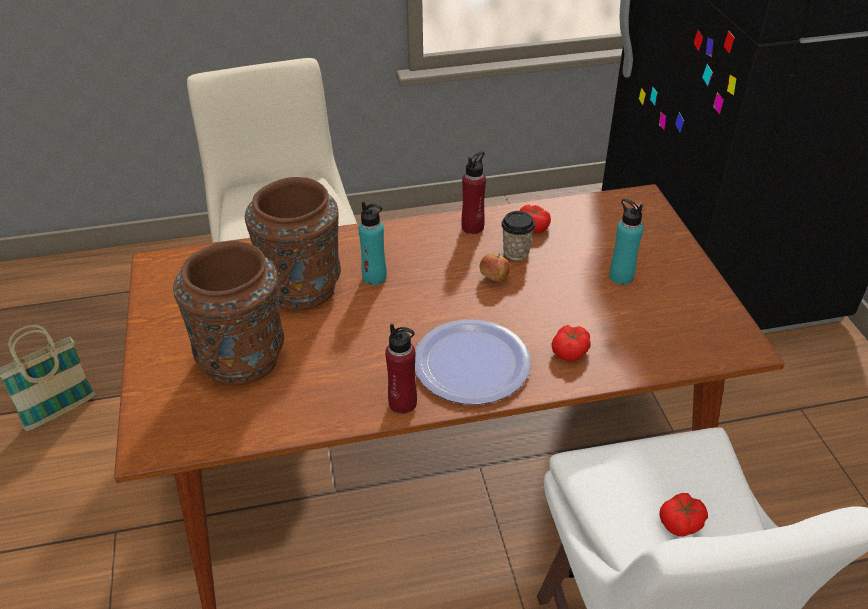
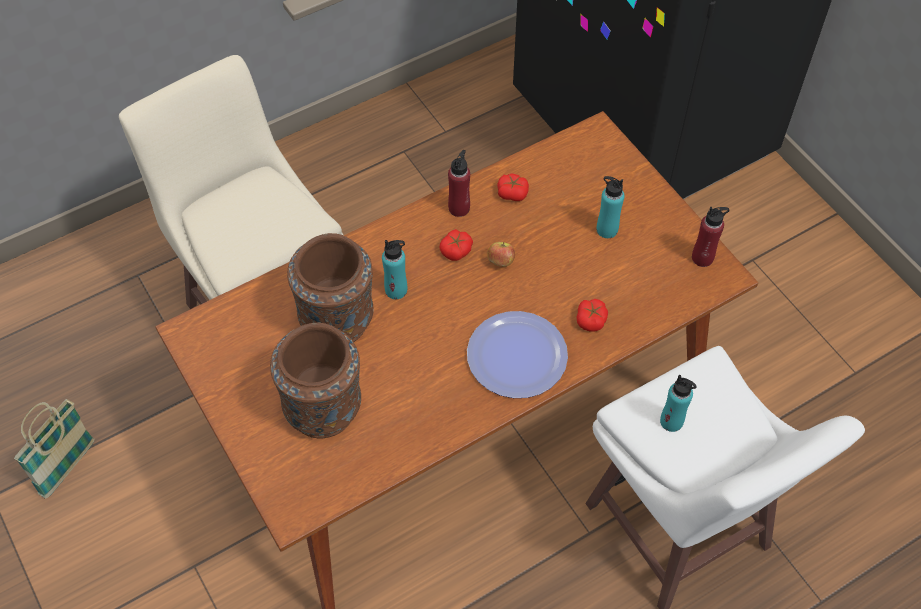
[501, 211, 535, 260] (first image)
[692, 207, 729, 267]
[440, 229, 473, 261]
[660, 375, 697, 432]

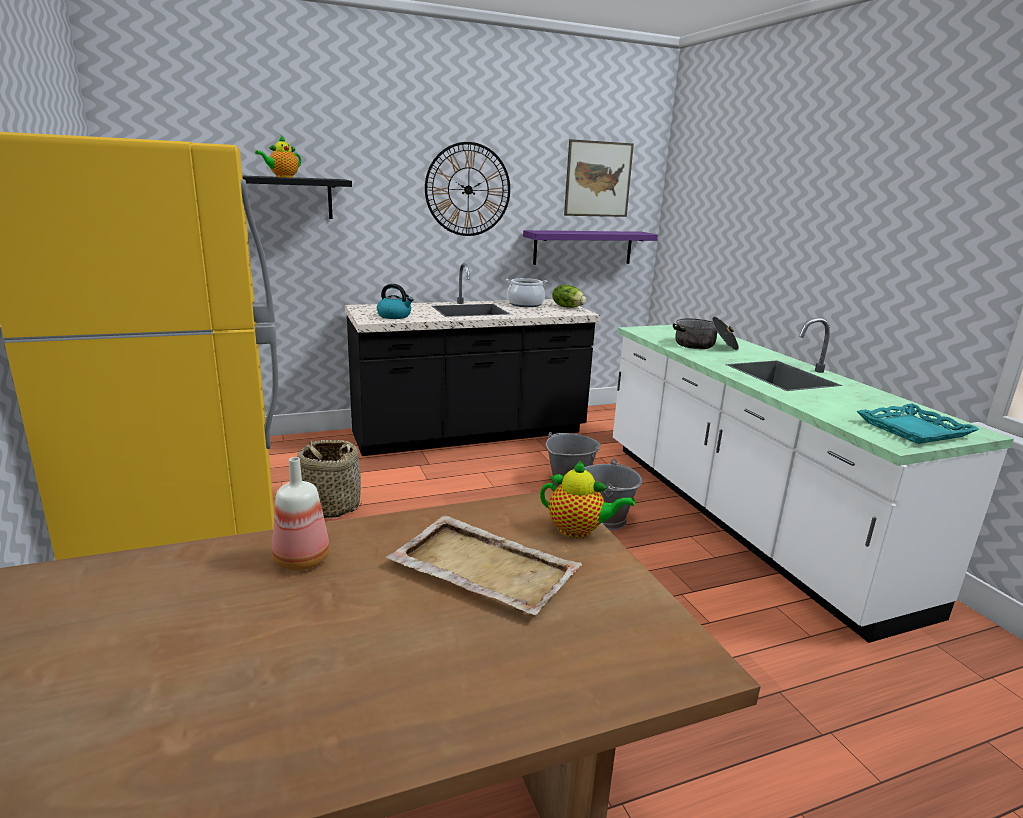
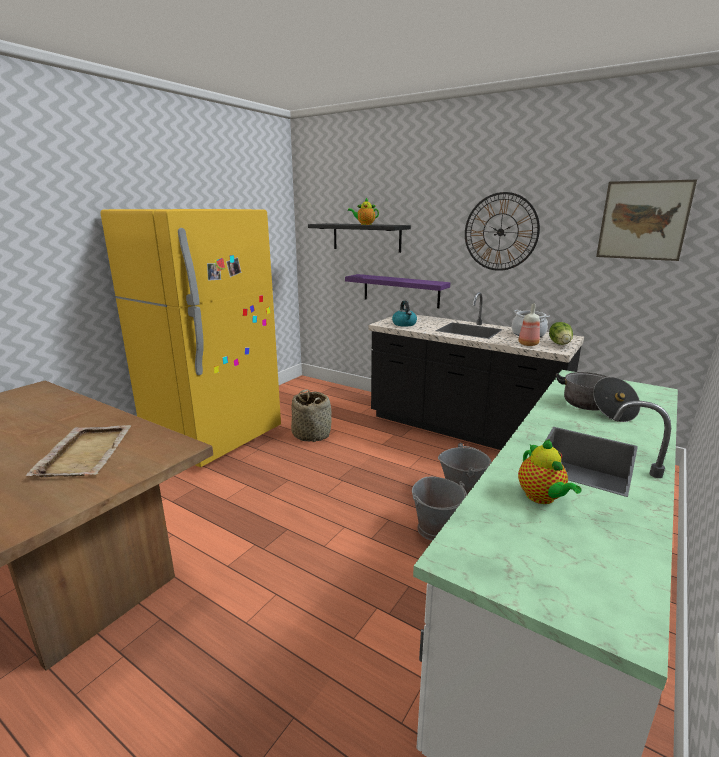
[345, 274, 450, 308]
[857, 404, 979, 444] (first image)
[518, 304, 540, 346]
[518, 439, 582, 504]

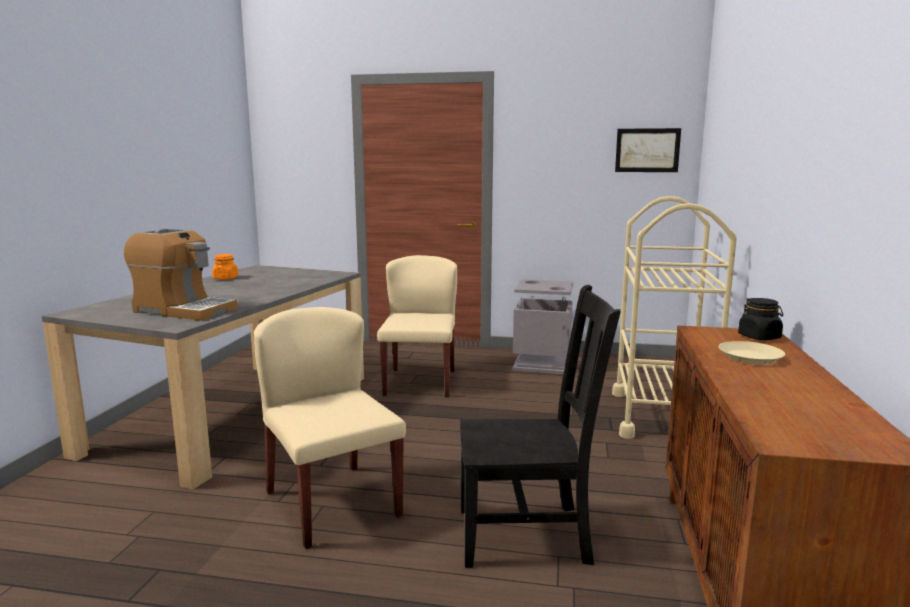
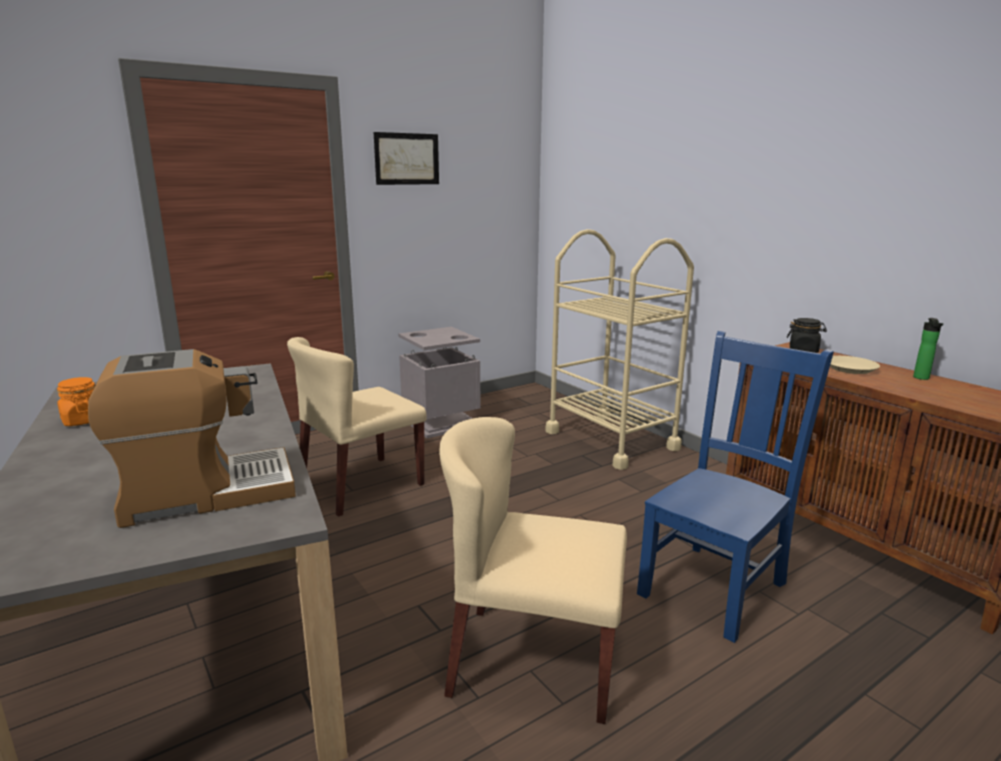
[374, 132, 439, 185]
[287, 337, 427, 517]
[637, 331, 834, 643]
[913, 318, 944, 380]

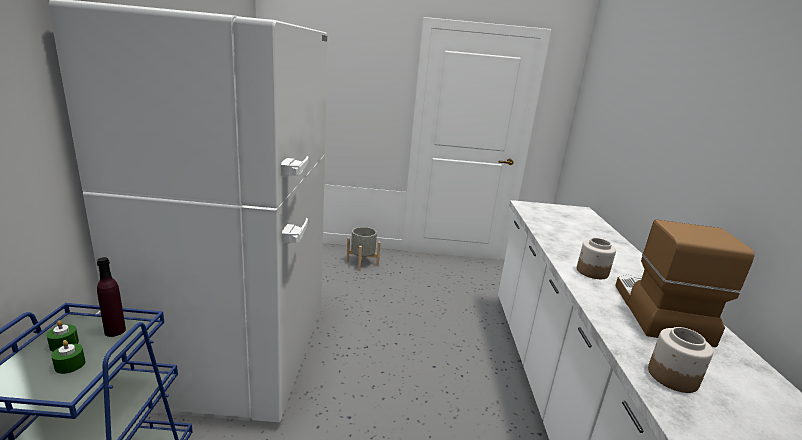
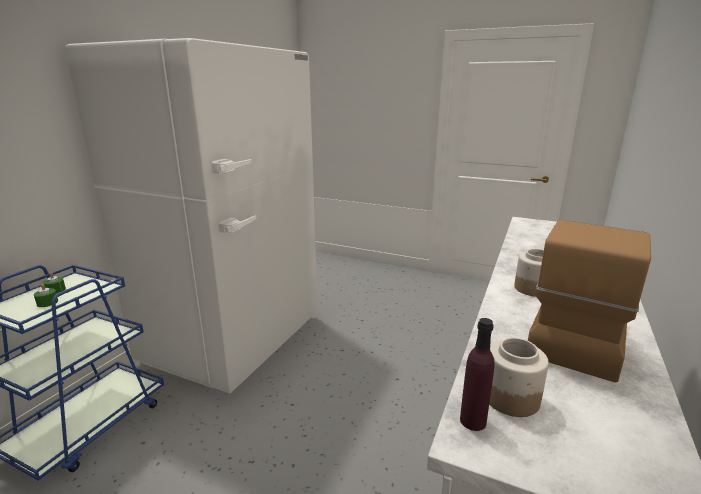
[346, 227, 381, 271] (first image)
[460, 318, 495, 431]

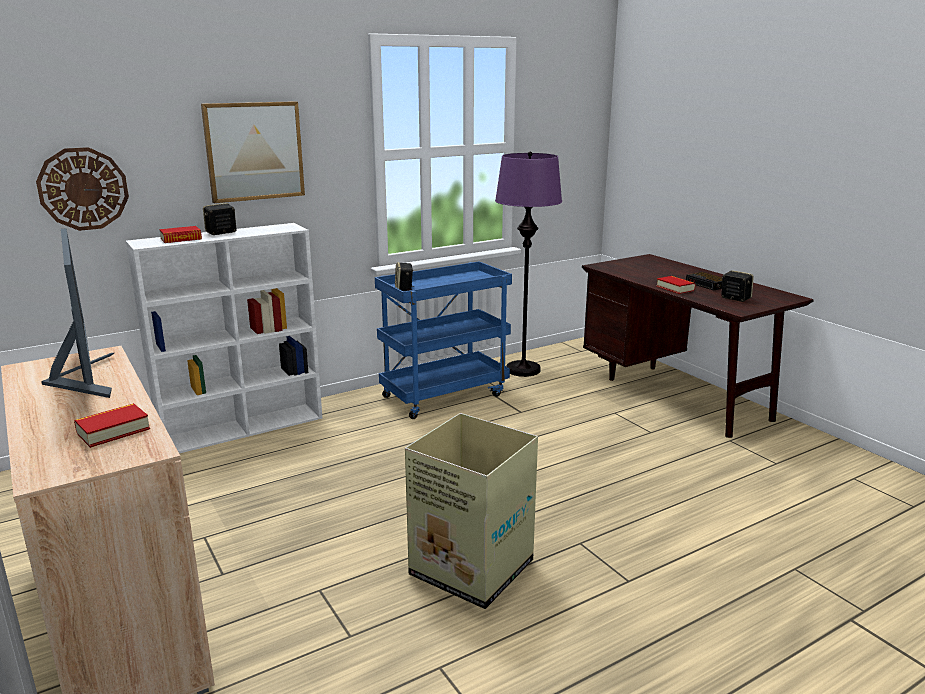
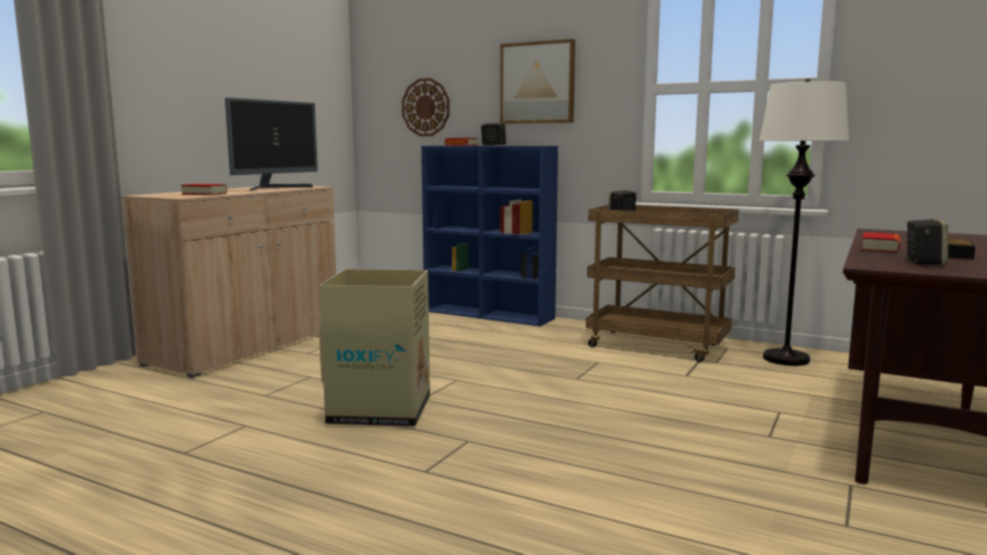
[759, 79, 849, 366]
[421, 146, 558, 327]
[586, 205, 739, 362]

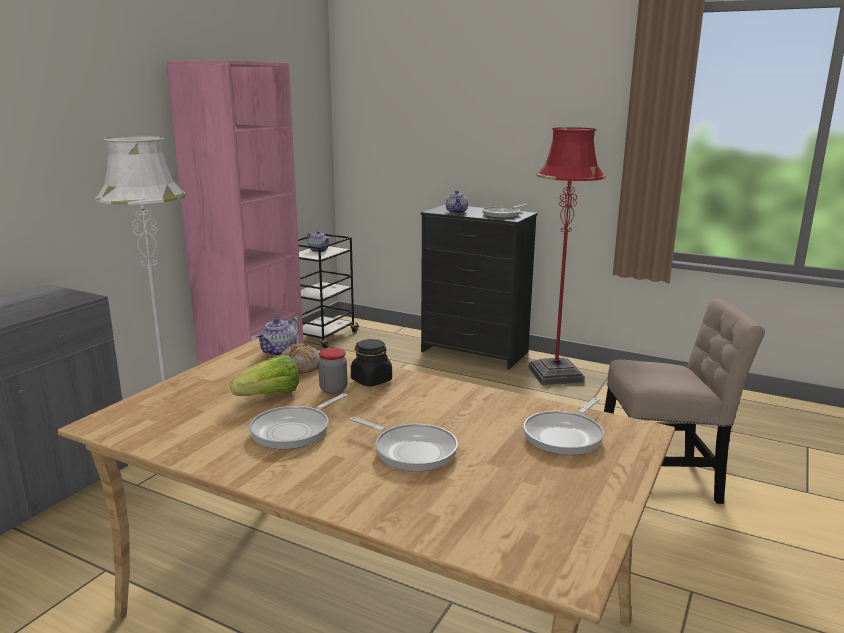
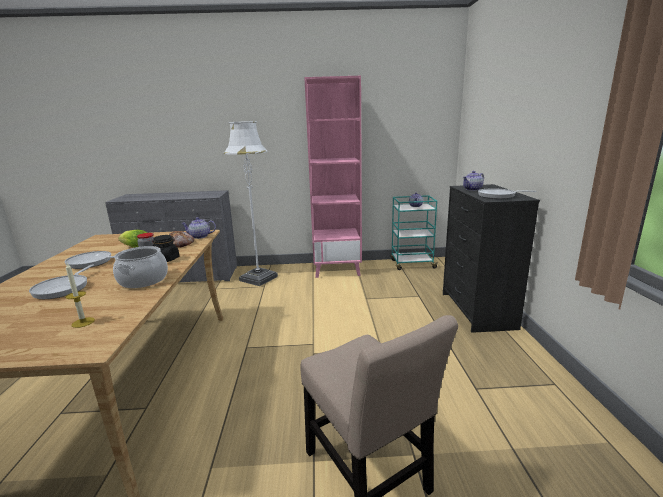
[528, 127, 605, 385] (first image)
[391, 195, 439, 270]
[65, 263, 95, 328]
[113, 246, 168, 288]

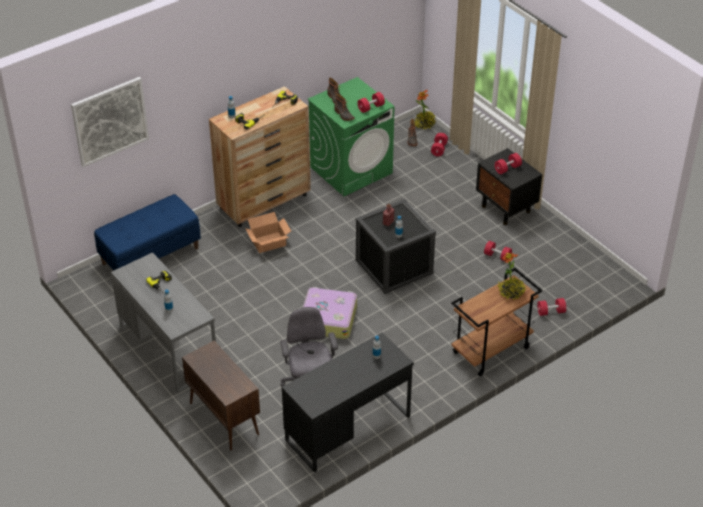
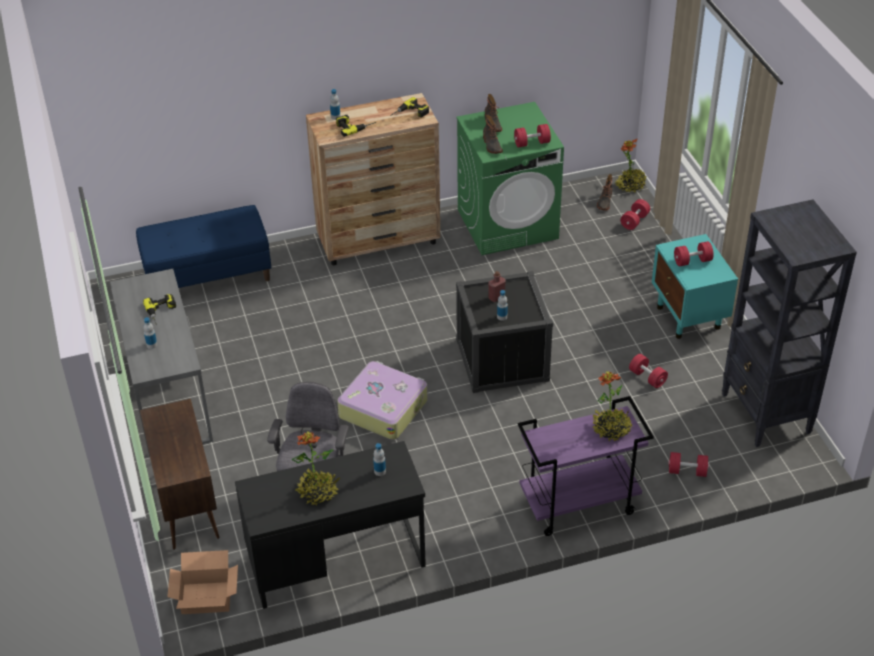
[71, 77, 149, 167] (first image)
[652, 234, 738, 339]
[167, 550, 238, 614]
[518, 396, 654, 536]
[722, 199, 857, 447]
[292, 432, 340, 505]

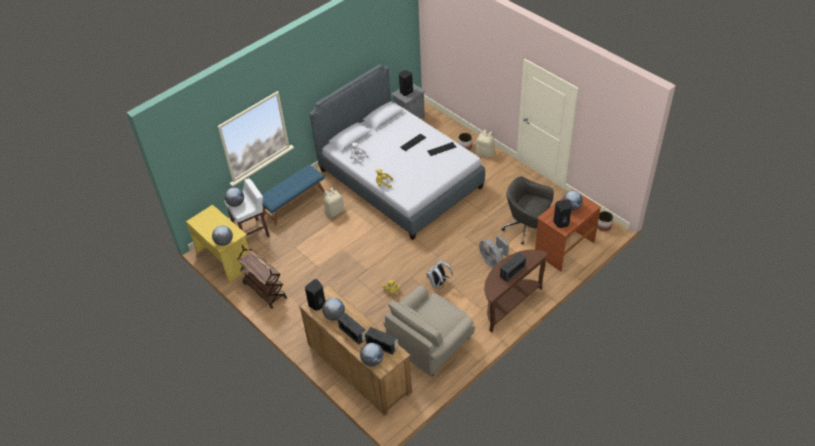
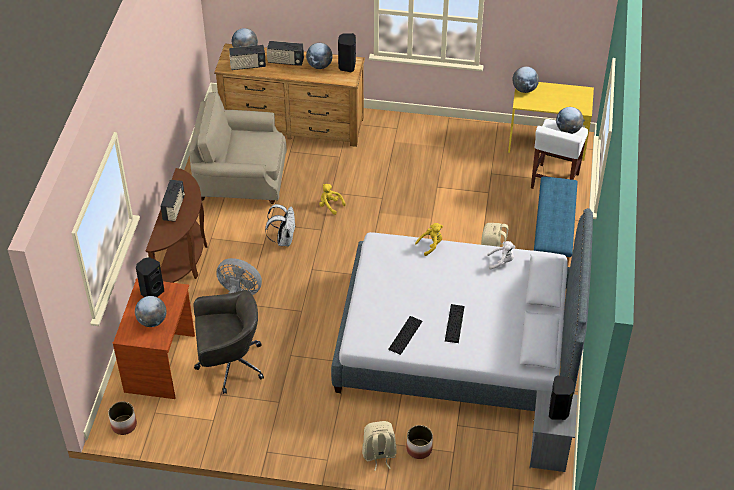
[237, 245, 287, 309] (first image)
[189, 92, 287, 204]

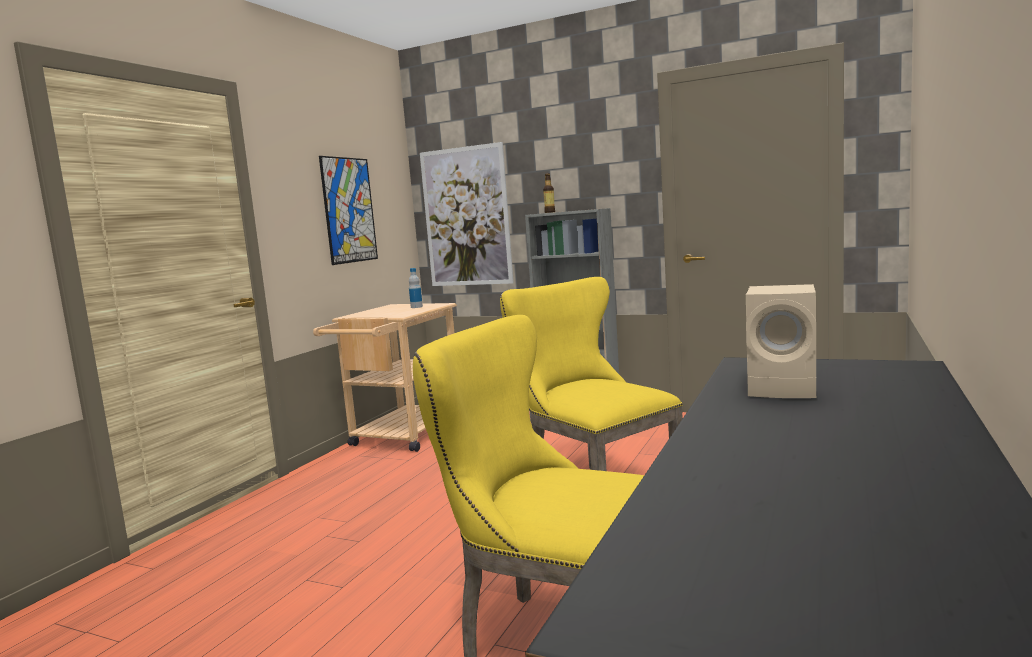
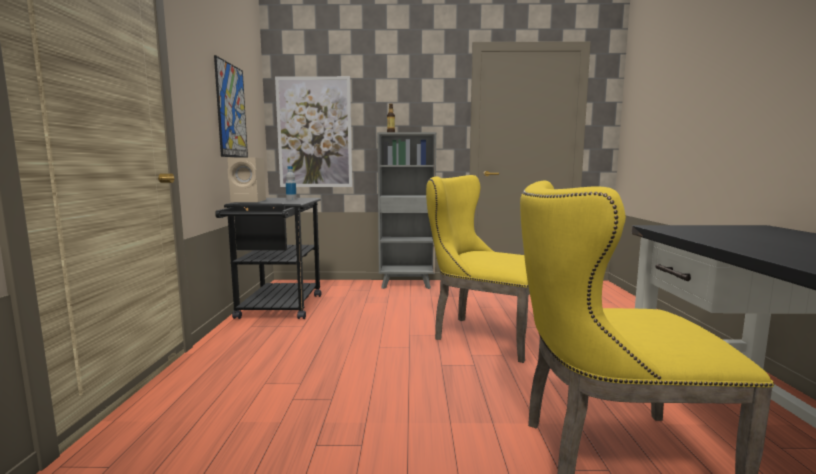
[228, 157, 266, 202]
[215, 198, 321, 319]

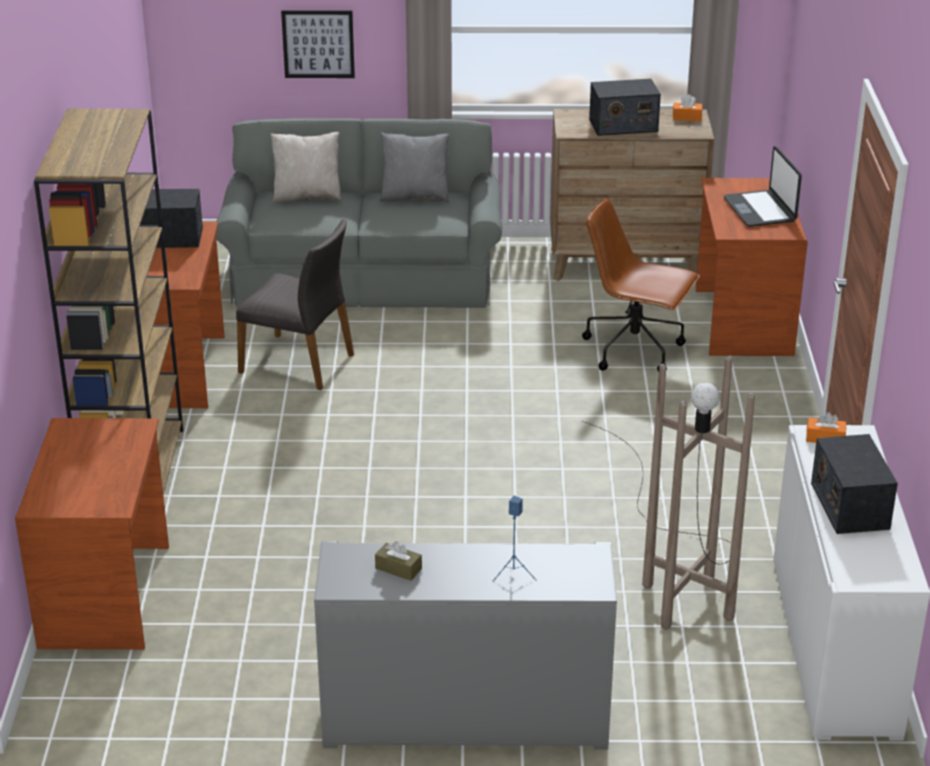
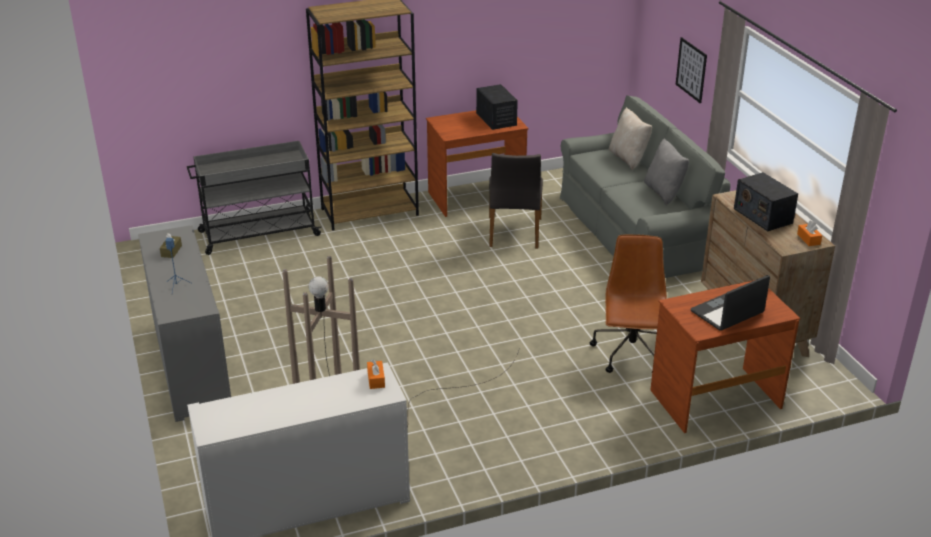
[187, 141, 322, 255]
[811, 434, 898, 534] (first image)

